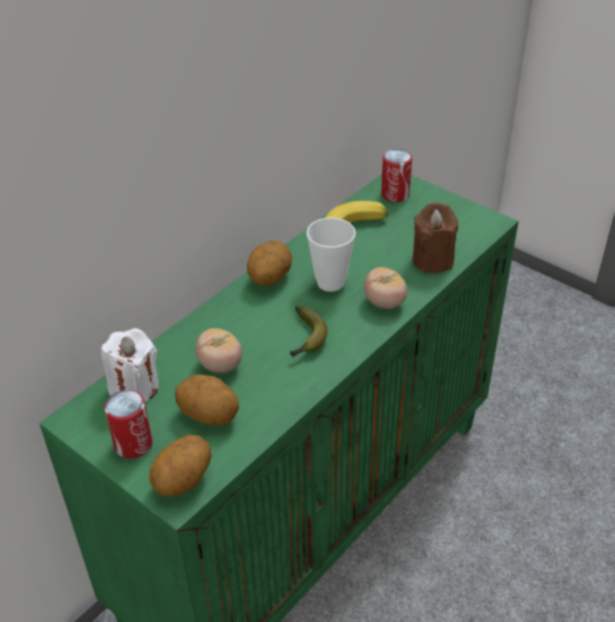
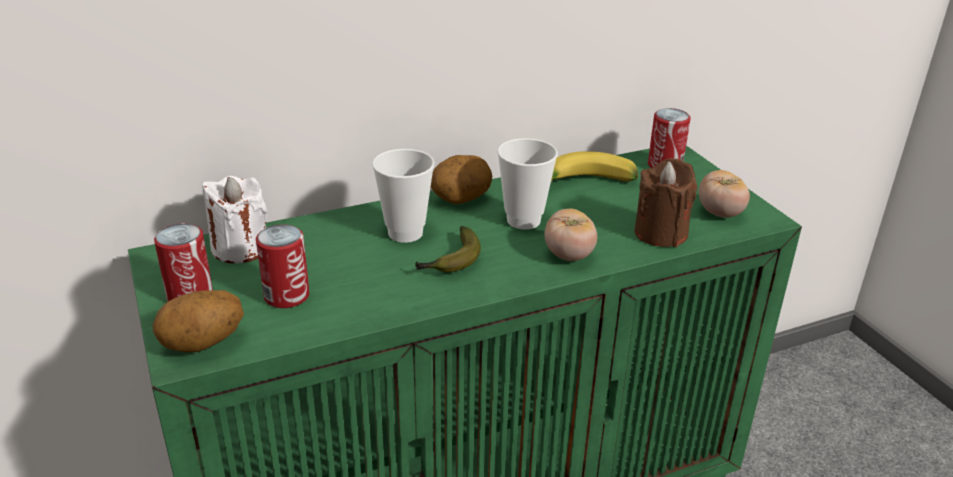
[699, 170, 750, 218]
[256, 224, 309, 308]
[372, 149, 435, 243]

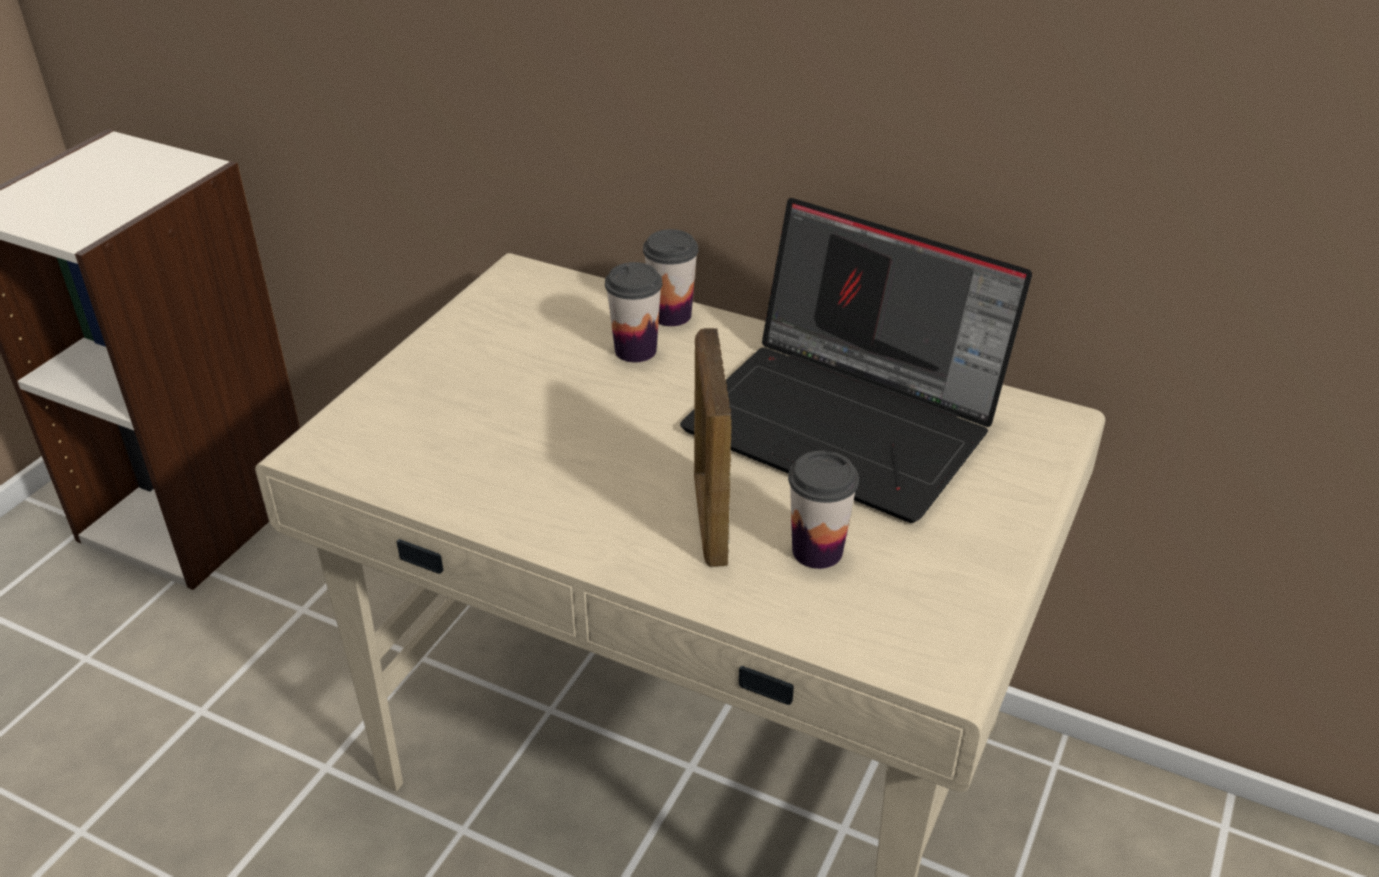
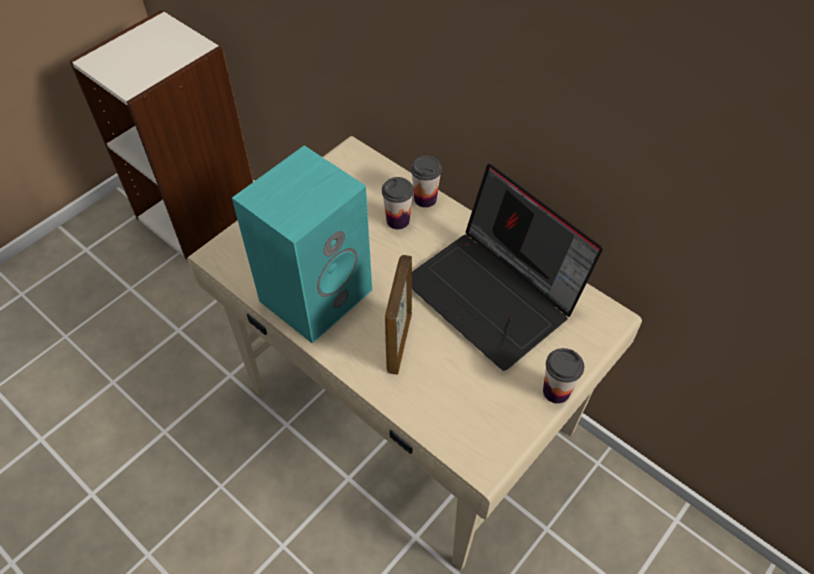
[543, 348, 584, 404]
[232, 145, 372, 344]

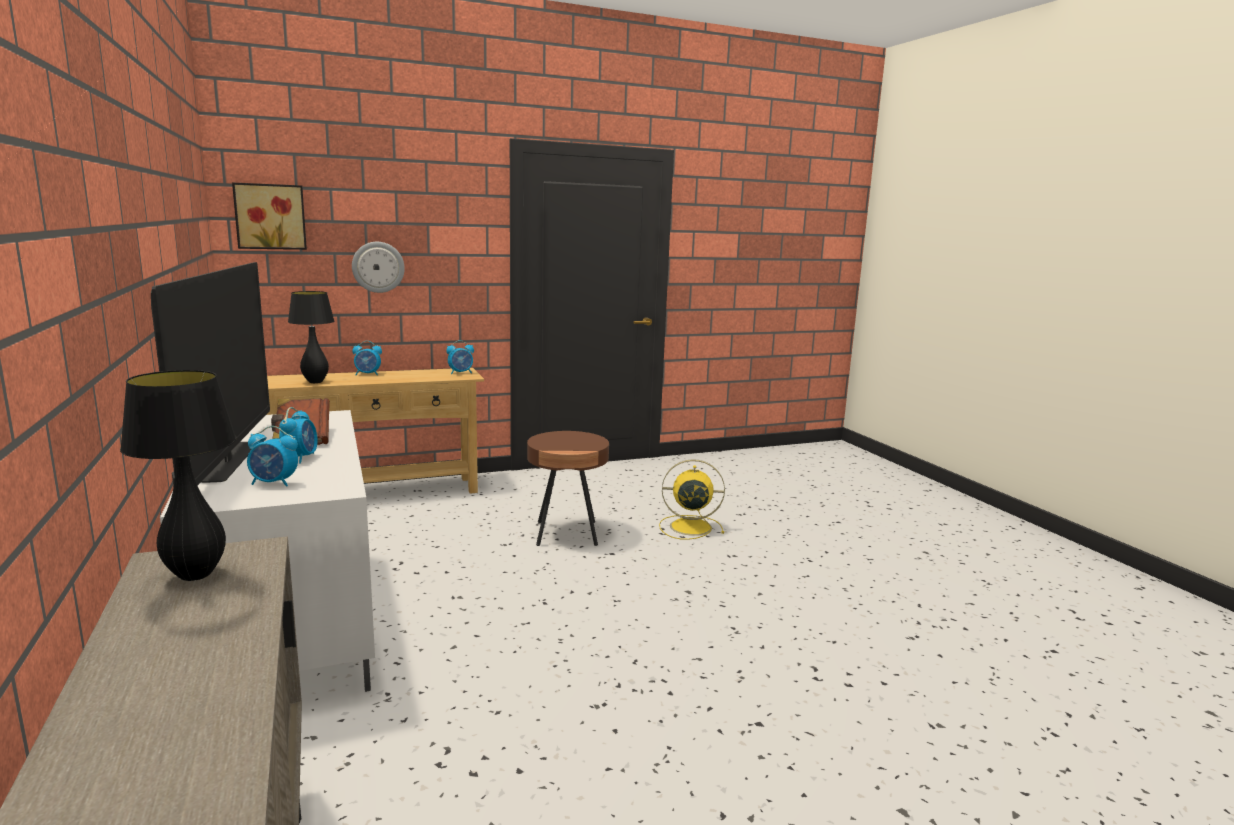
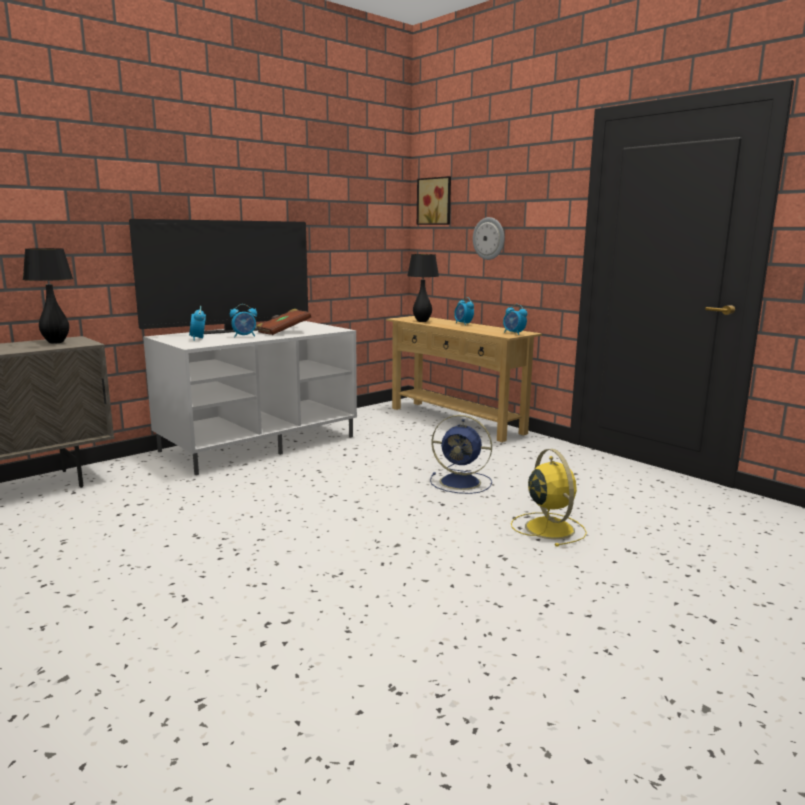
[430, 415, 492, 494]

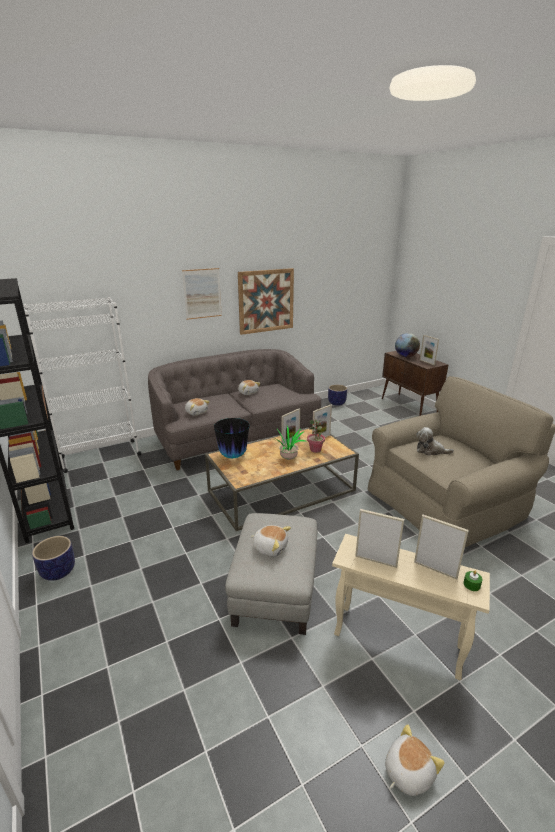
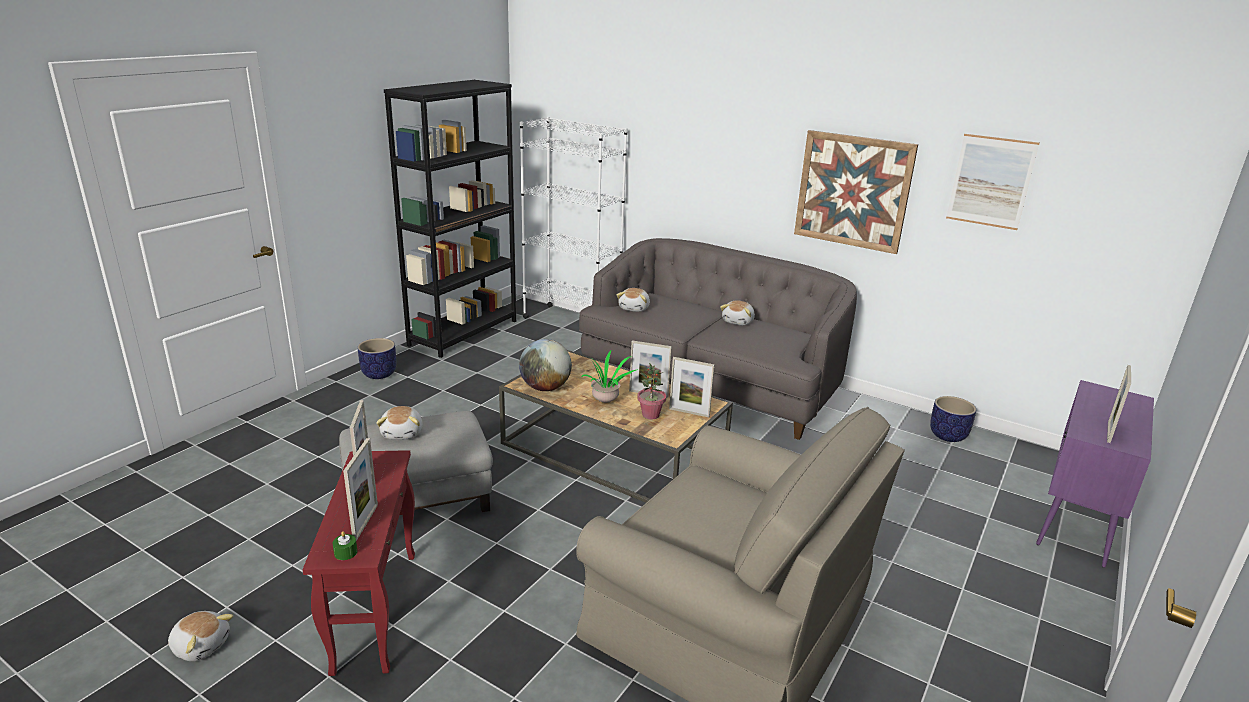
[946, 134, 1039, 230]
[519, 339, 572, 391]
[1036, 380, 1154, 568]
[214, 418, 249, 458] (first image)
[417, 427, 454, 456] (first image)
[303, 450, 415, 676]

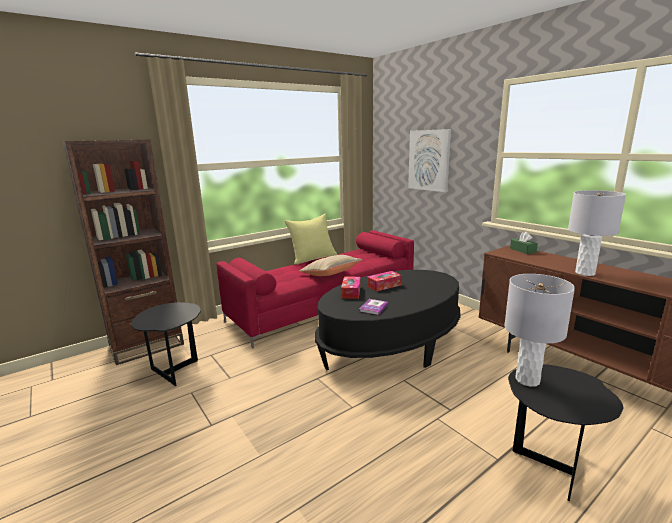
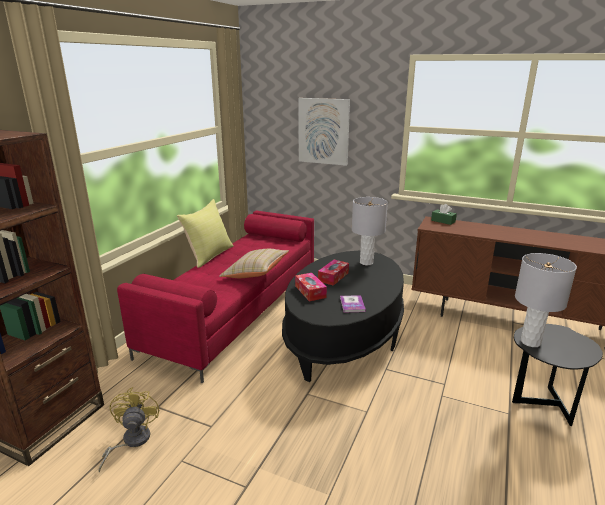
[352, 197, 388, 265]
[98, 387, 159, 473]

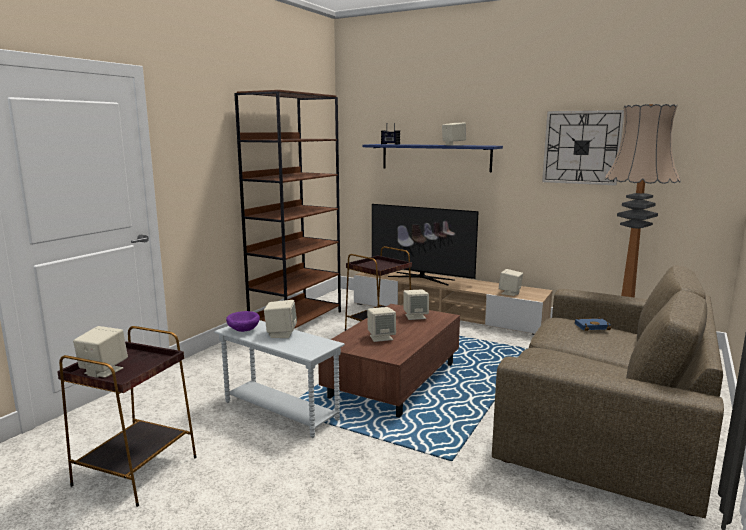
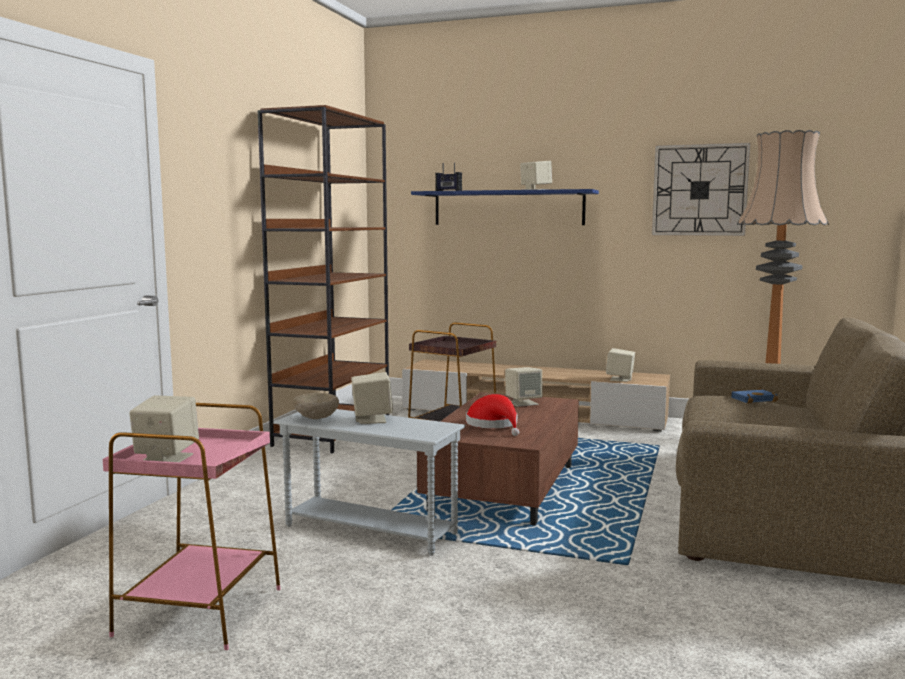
[372, 204, 478, 285] (first image)
[466, 394, 519, 436]
[293, 393, 339, 419]
[103, 403, 281, 650]

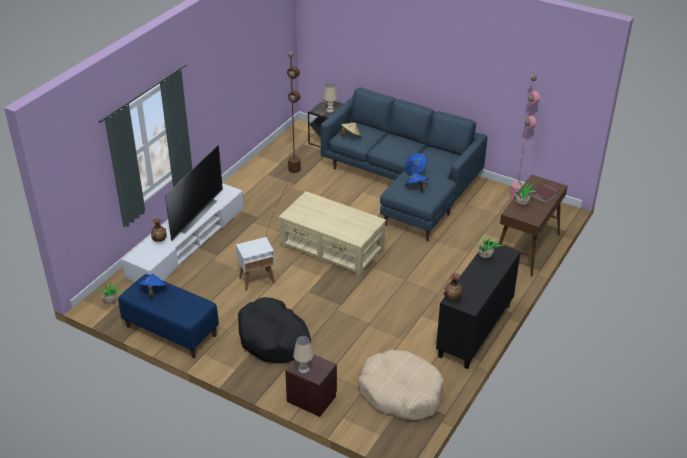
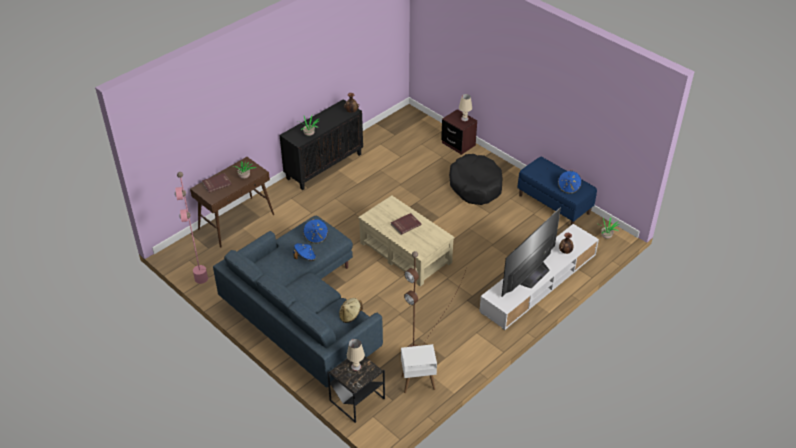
[401, 344, 437, 393]
[358, 350, 444, 421] (first image)
[391, 213, 421, 235]

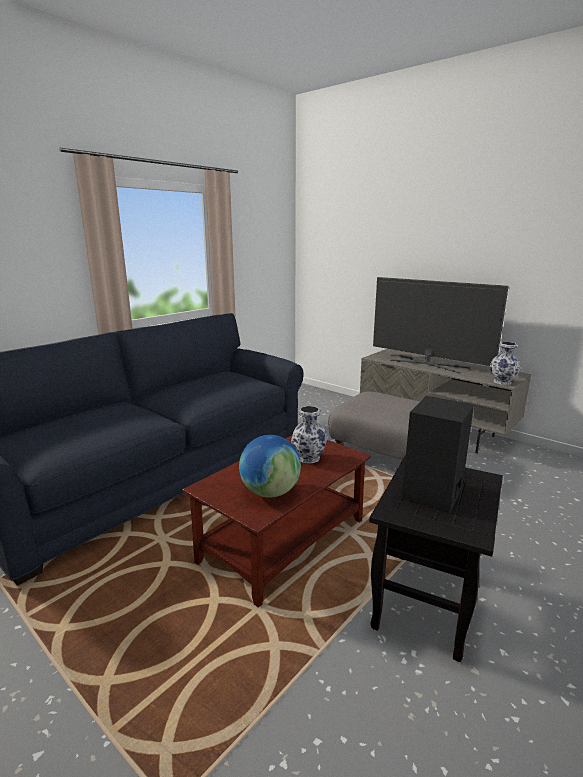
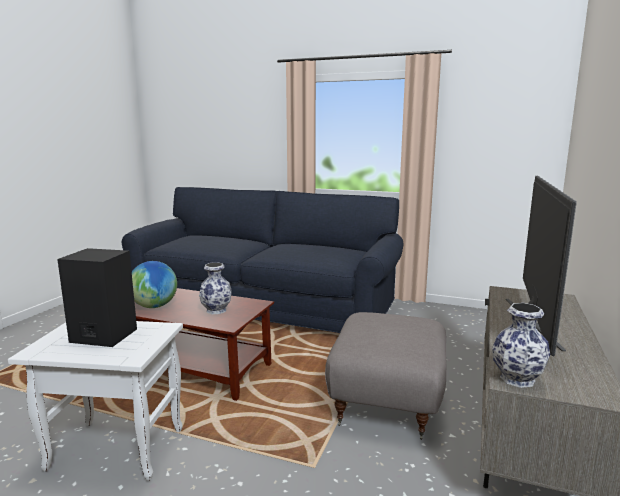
[8, 321, 183, 481]

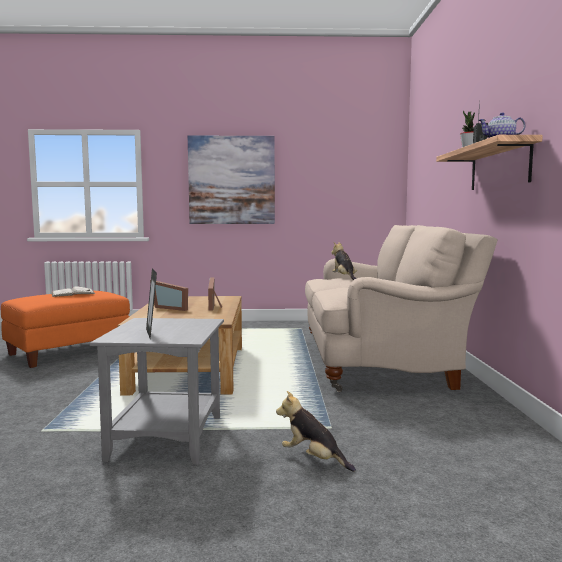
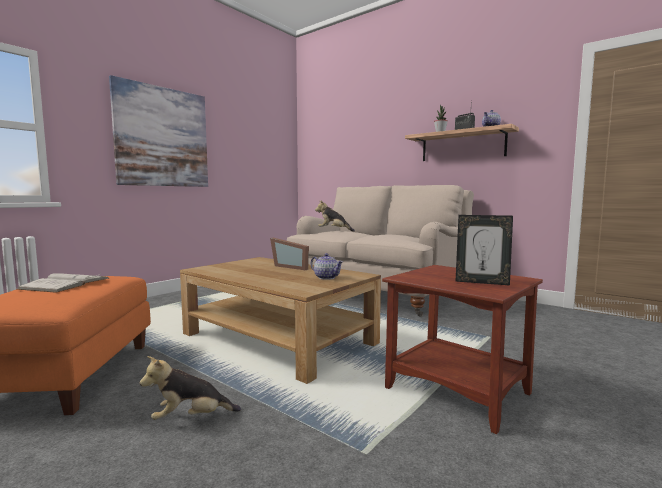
[150, 280, 188, 311] (first image)
[382, 265, 543, 434]
[140, 356, 241, 420]
[311, 253, 343, 280]

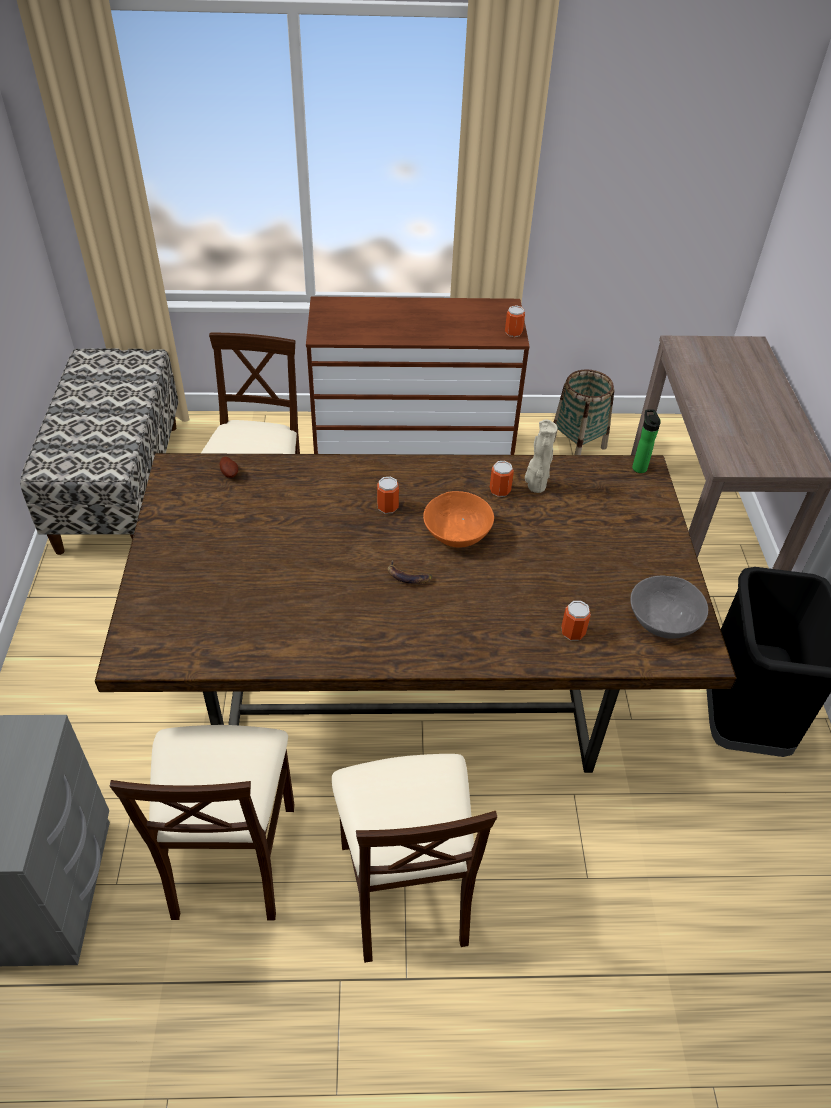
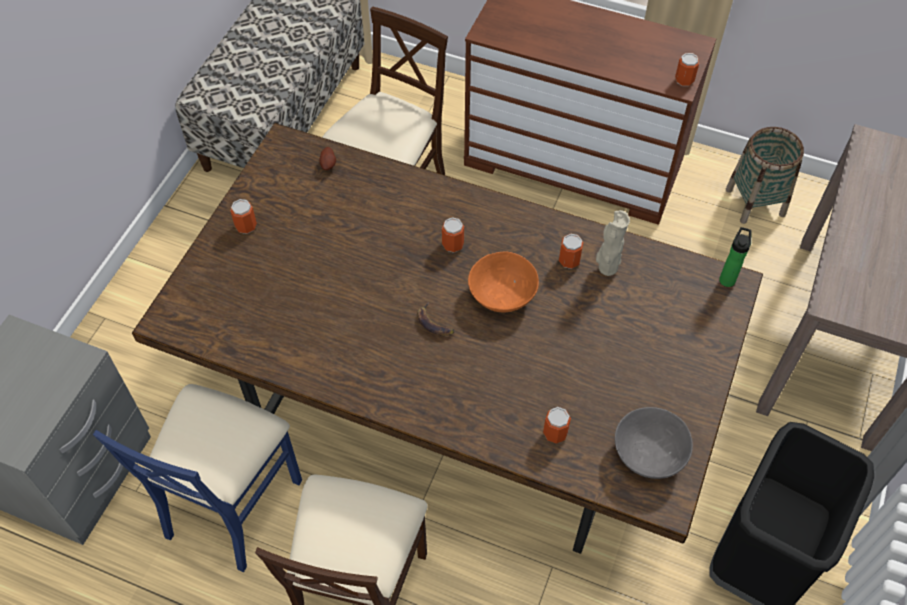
[93, 384, 302, 572]
[230, 199, 257, 234]

